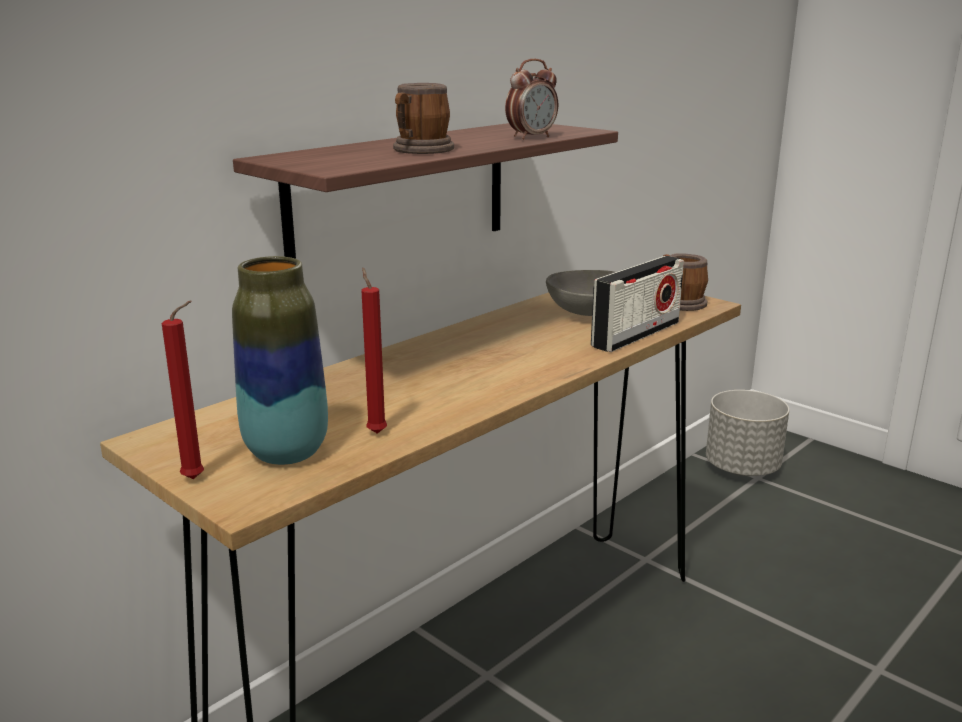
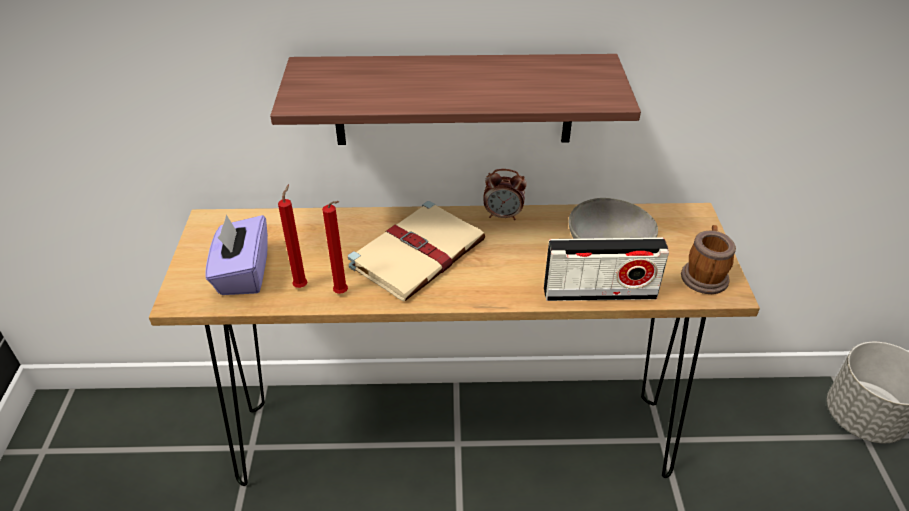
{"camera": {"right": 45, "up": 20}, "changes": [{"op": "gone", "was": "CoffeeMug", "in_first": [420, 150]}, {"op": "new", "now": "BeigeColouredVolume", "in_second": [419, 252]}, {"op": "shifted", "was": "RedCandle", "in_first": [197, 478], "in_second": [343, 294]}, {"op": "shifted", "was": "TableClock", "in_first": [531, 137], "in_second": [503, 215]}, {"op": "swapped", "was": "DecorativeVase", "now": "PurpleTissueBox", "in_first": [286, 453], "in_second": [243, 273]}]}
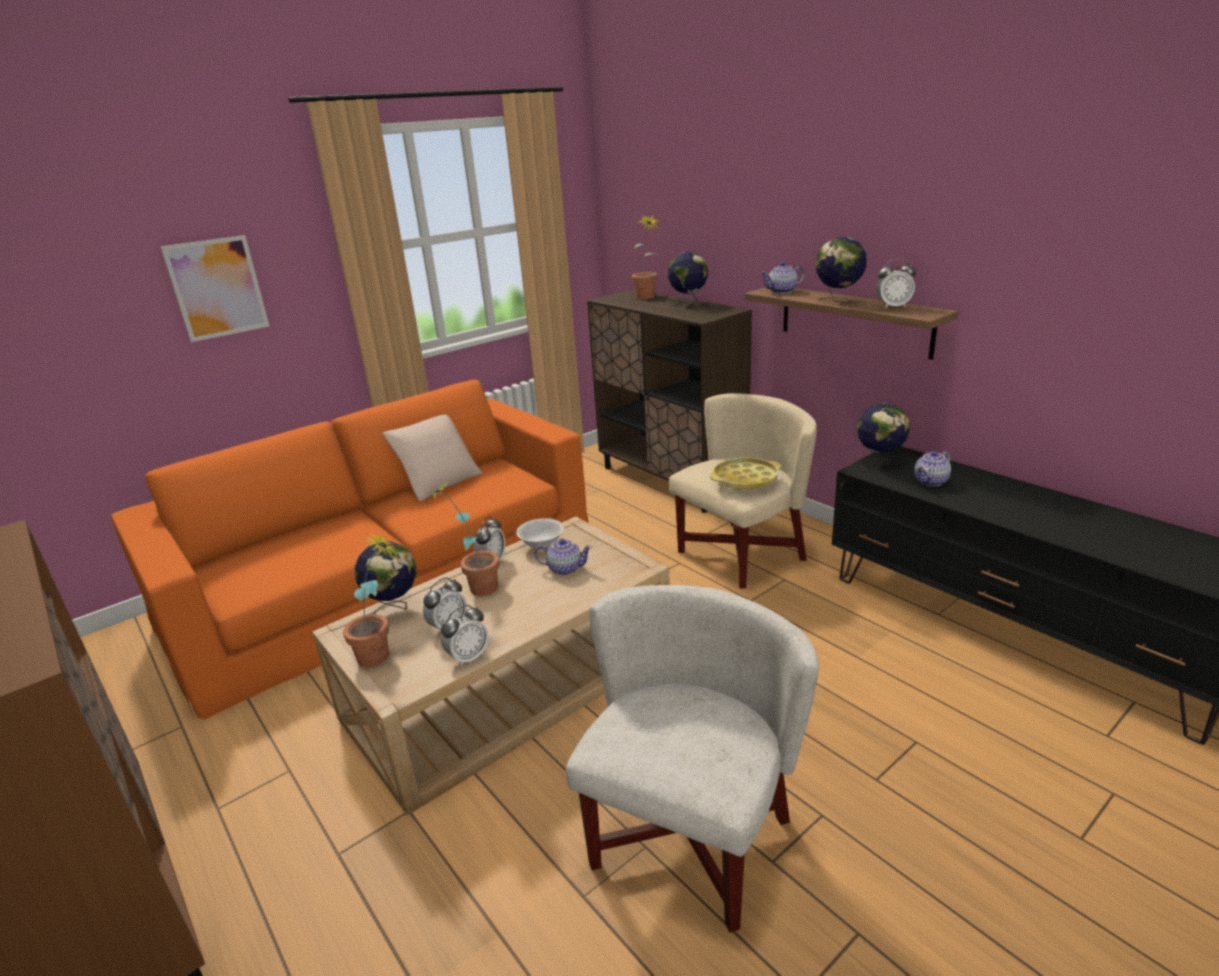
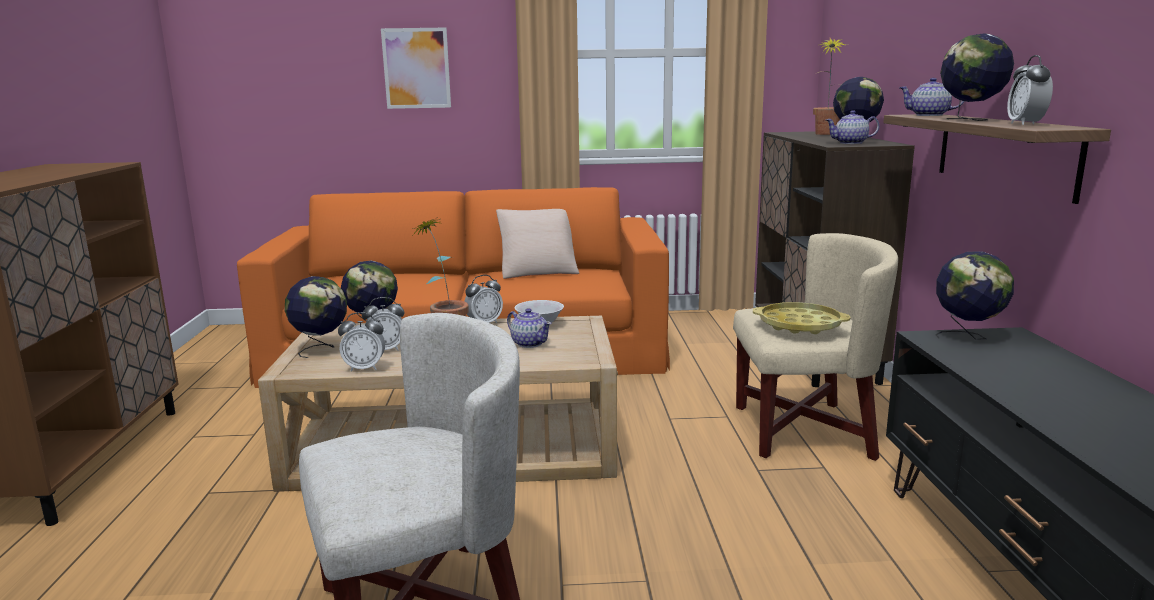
{"camera": {"right": 35, "up": -10}, "changes": [{"op": "shifted", "was": "PotForTea", "in_first": [931, 481], "in_second": [850, 143]}, {"op": "swapped", "was": "Houseplant", "now": "DeskGlobe", "in_first": [384, 655], "in_second": [321, 349]}, {"op": "rotated", "was": "TableClock", "in_first": [893, 307], "in_second": [1025, 124], "clockwise": 60}]}
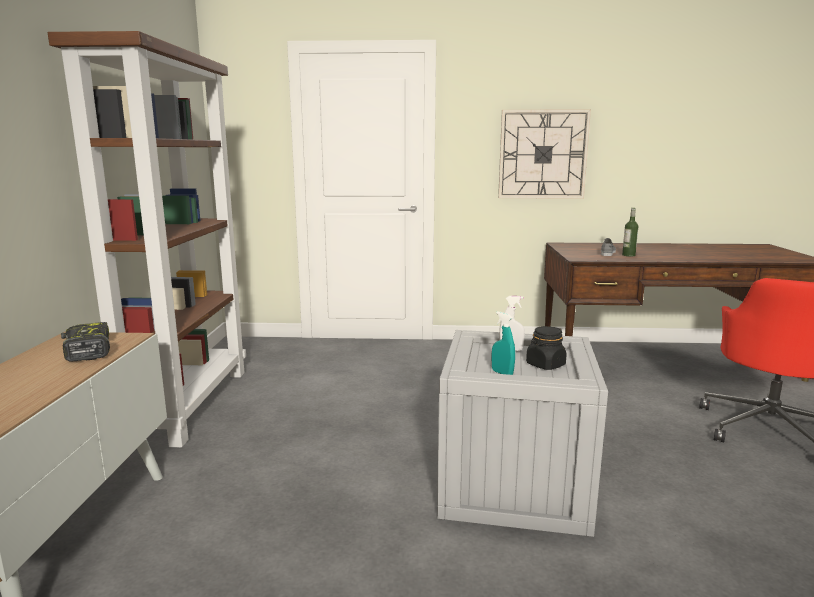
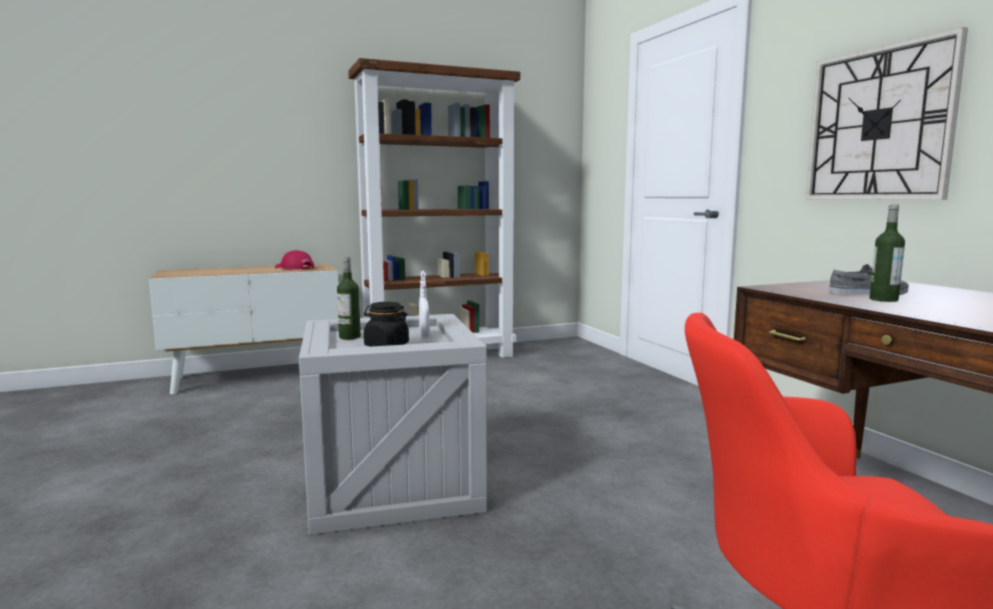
{"camera": {"right": 65, "up": -5}, "changes": [{"op": "swapped", "was": "ElectricDrill", "now": "RedCap", "in_first": [86, 350], "in_second": [294, 268]}, {"op": "swapped", "was": "TurquoiseHandSprayer", "now": "Bottle", "in_first": [502, 373], "in_second": [349, 337]}]}
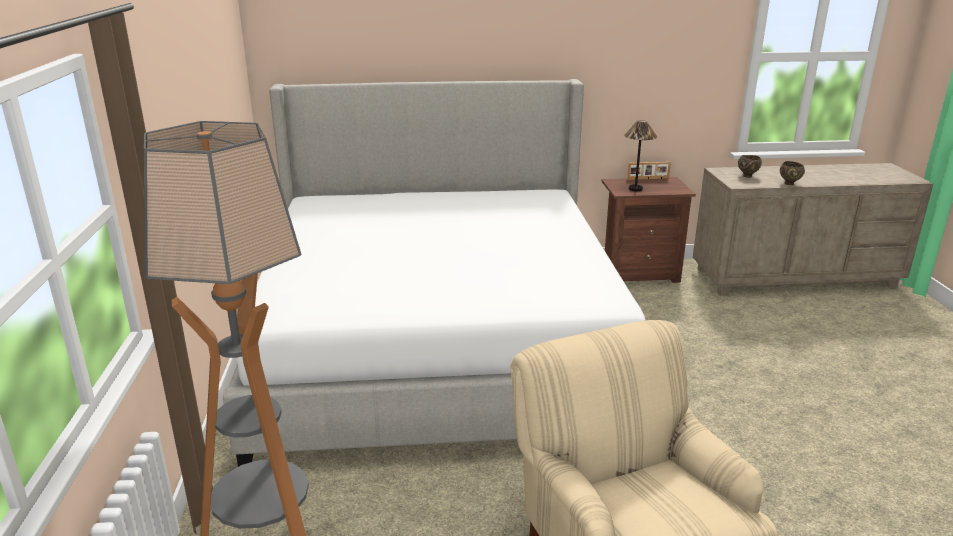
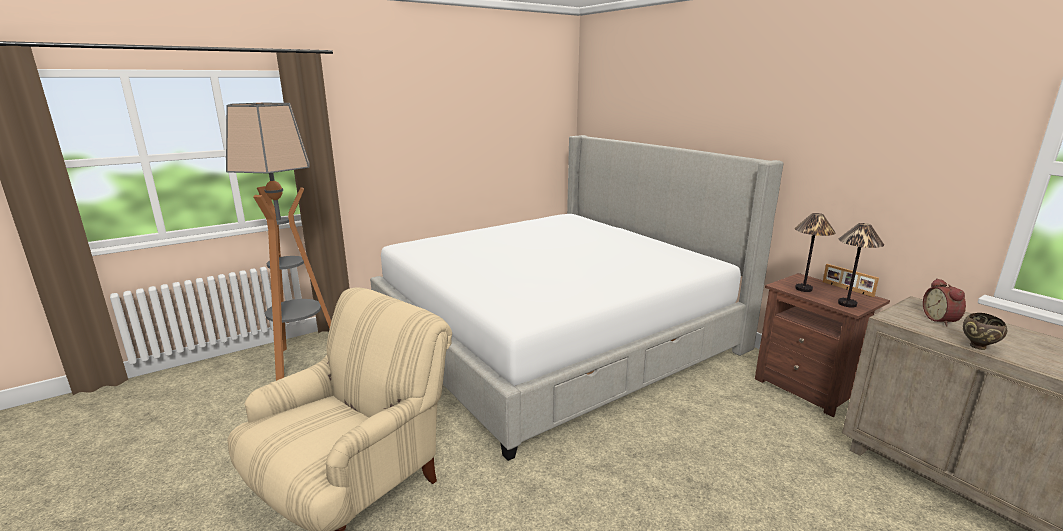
{"camera": {"right": 60, "up": -5}, "changes": [{"op": "new", "now": "TabletopLamp", "in_second": [847, 304]}, {"op": "swapped", "was": "BrownishDeepDish", "now": "TableClock", "in_first": [747, 176], "in_second": [941, 320]}]}
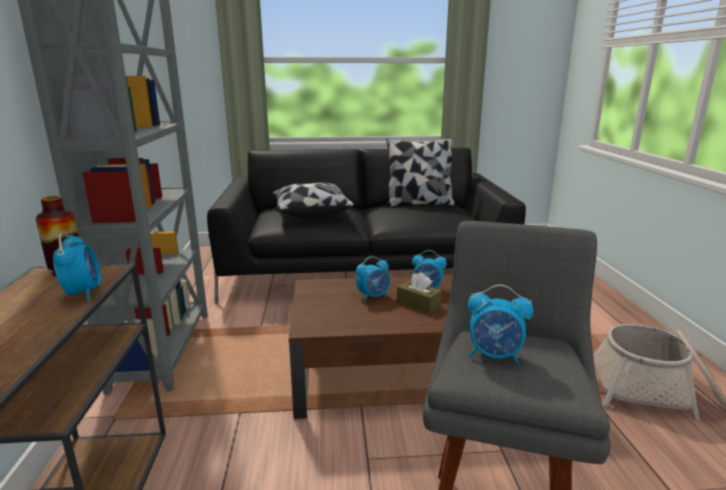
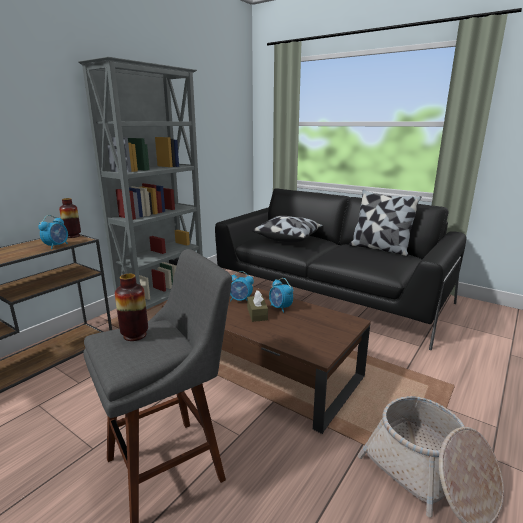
{"camera": {"right": 40, "up": 0}, "changes": [{"op": "swapped", "was": "TableClock", "now": "DecorativeVase", "in_first": [494, 355], "in_second": [135, 335]}]}
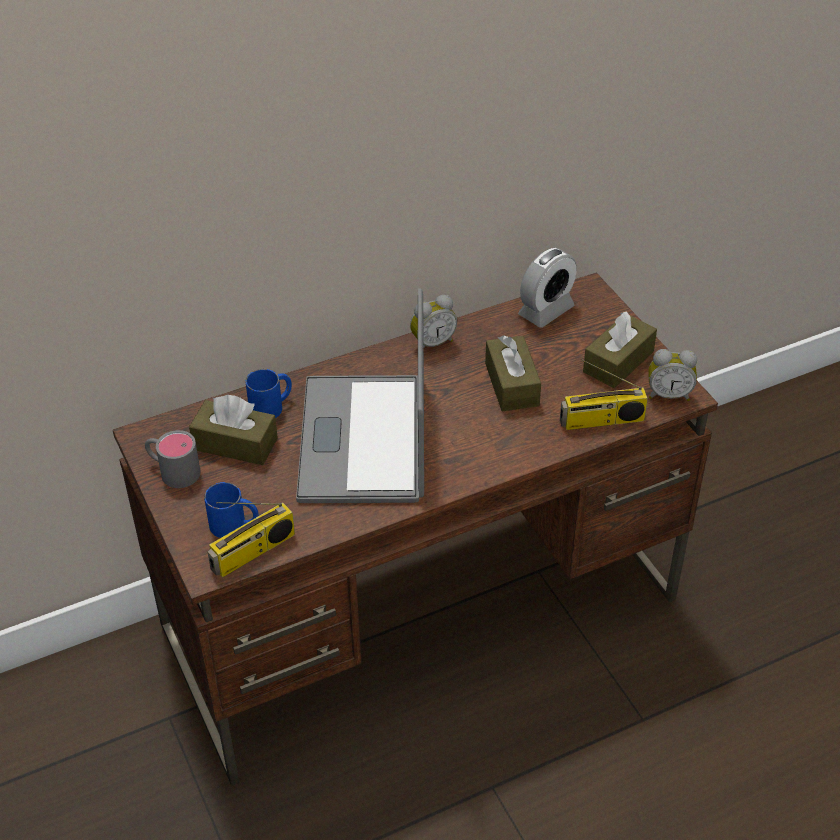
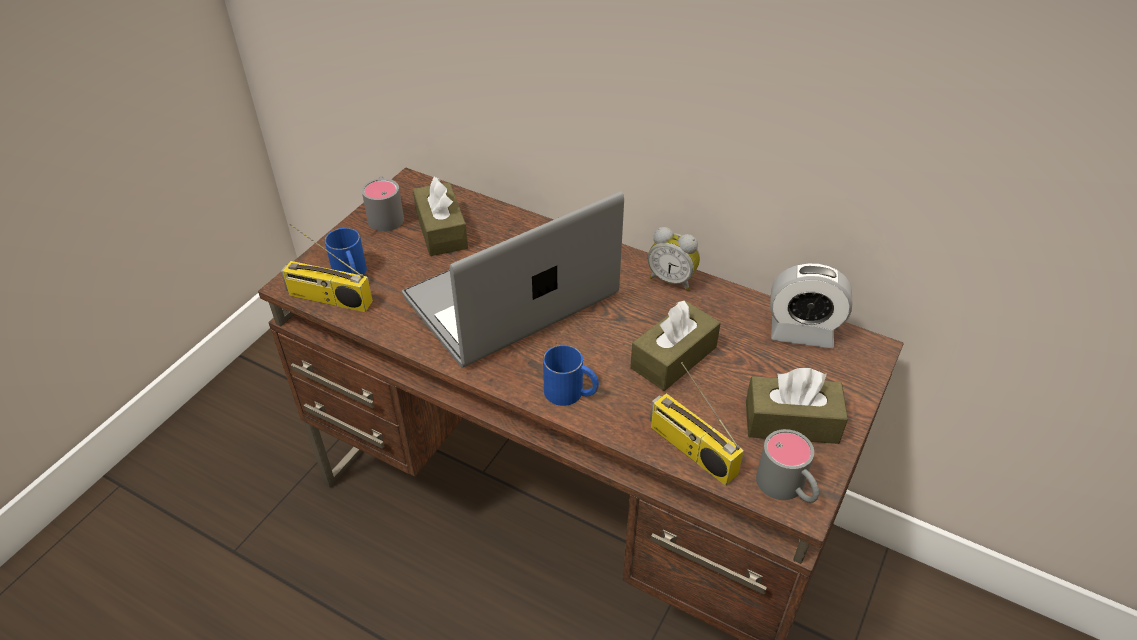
{"camera": {"right": 55, "up": 0}, "changes": [{"op": "shifted", "was": "BlueColouredCoffeeMug", "in_first": [272, 406], "in_second": [571, 393]}, {"op": "swapped", "was": "TableClock", "now": "GreyishCoffeeMug", "in_first": [668, 394], "in_second": [787, 488]}]}
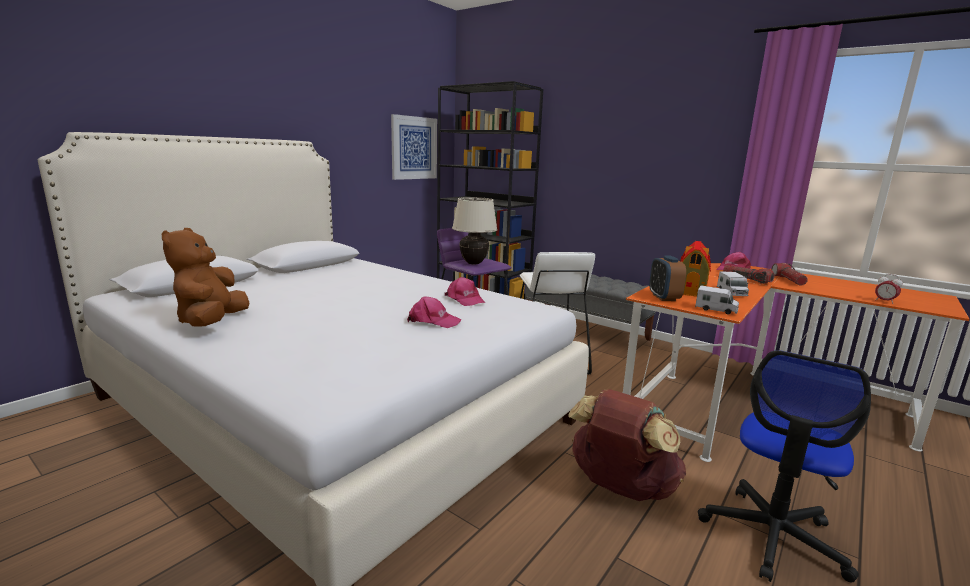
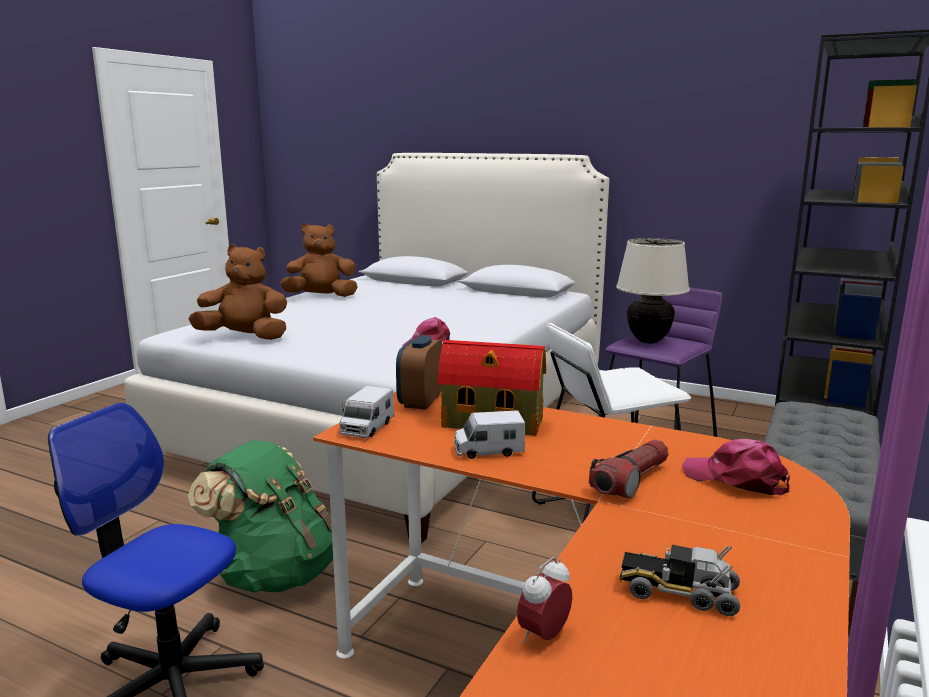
{"camera": {"right": 80, "up": 0}, "changes": [{"op": "gone", "was": "Picture", "in_first": [414, 148]}, {"op": "gone", "was": "PinkCap", "in_first": [433, 321]}, {"op": "gone", "was": "Torch", "in_first": [788, 280]}, {"op": "new", "now": "BrownishCuddlyToy", "in_second": [245, 338]}, {"op": "new", "now": "ToyTruck", "in_second": [678, 593]}, {"op": "repainted", "was": "BrownishKnapsack", "now": "GreenKnapsack", "in_first": [620, 488], "in_second": [275, 574]}, {"op": "rotated", "was": "TableClock", "in_first": [664, 297], "in_second": [420, 402], "clockwise": -60}]}
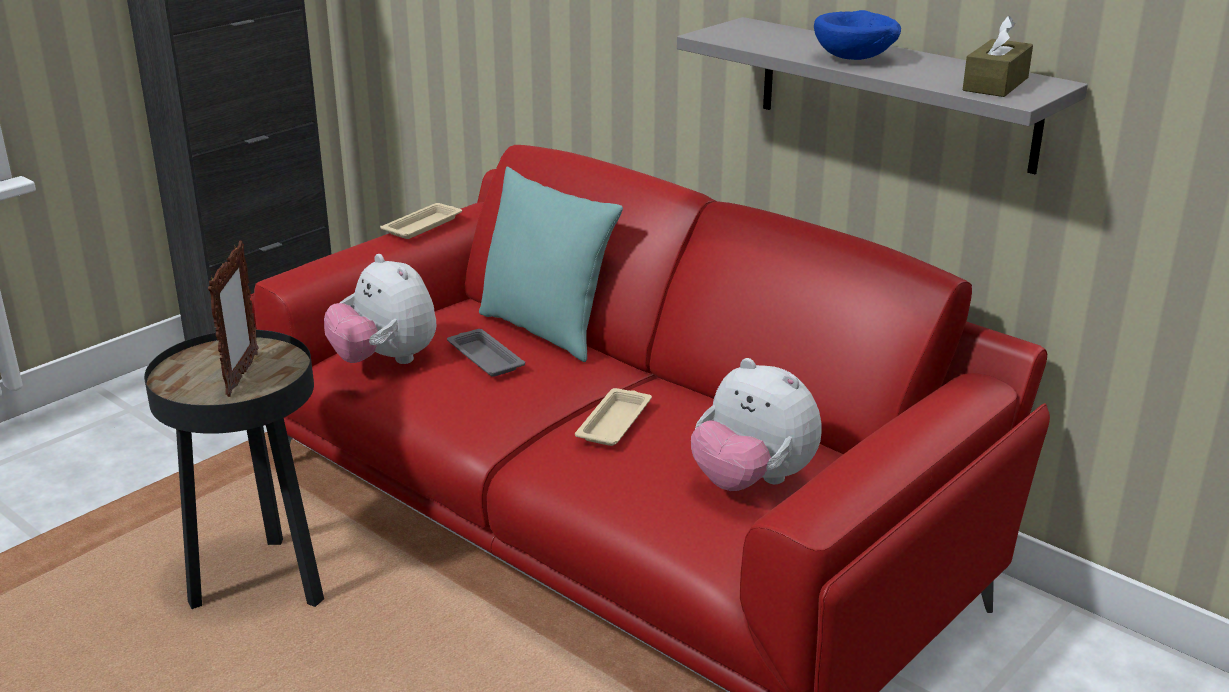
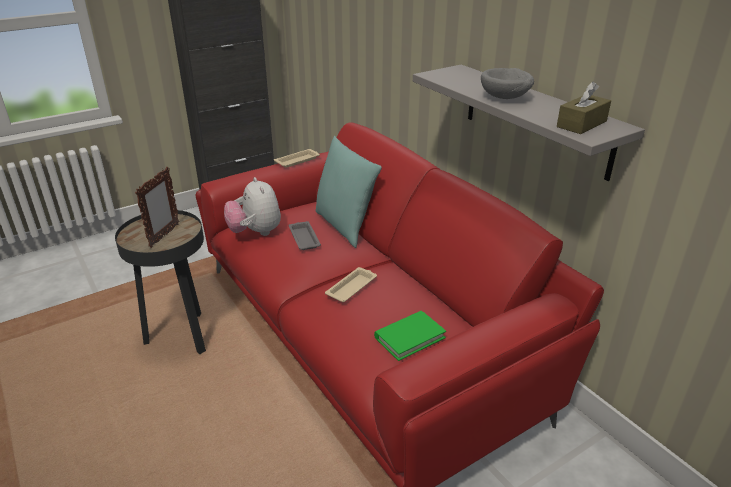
{"camera": {"right": 15, "up": 5}, "changes": [{"op": "swapped", "was": "CuddlyToy", "now": "GreenVolume", "in_first": [752, 481], "in_second": [409, 337]}, {"op": "repainted", "was": "BlueColouredDeepDish", "now": "GreyishDeepDish", "in_first": [856, 59], "in_second": [505, 98]}]}
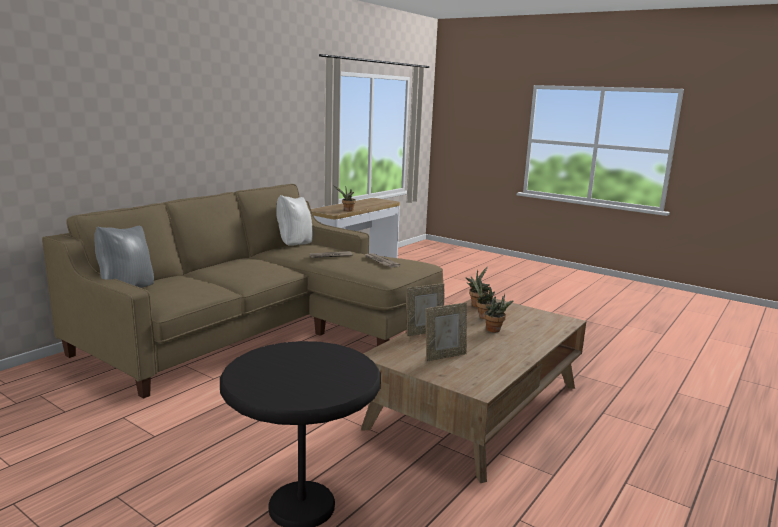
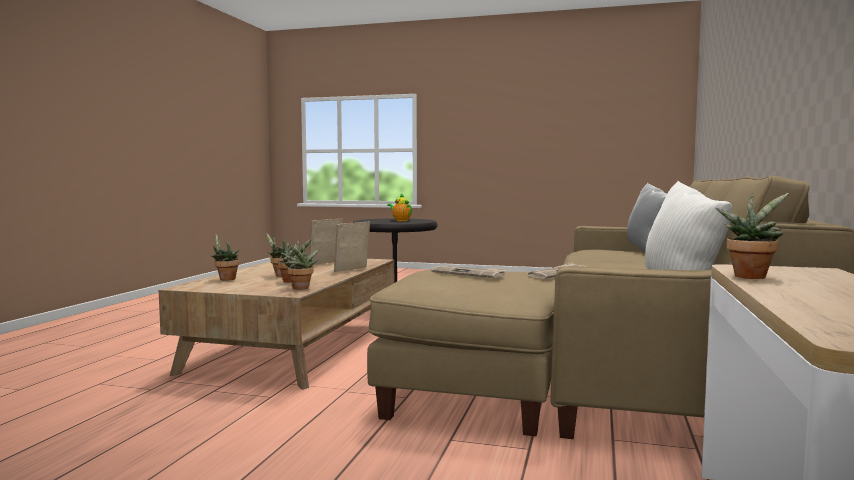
{"camera": {"right": 160, "up": -10}, "changes": [{"op": "new", "now": "Houseplant", "in_second": [225, 279]}, {"op": "new", "now": "PotForTea", "in_second": [400, 220]}]}
